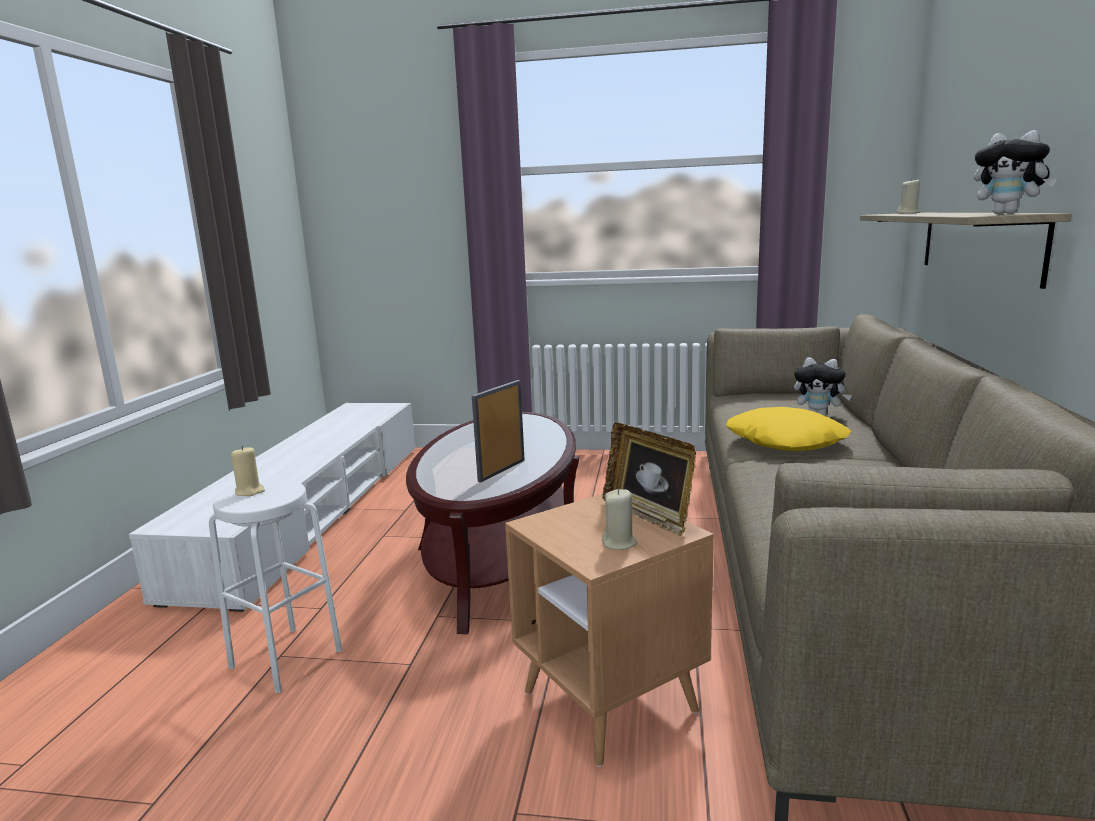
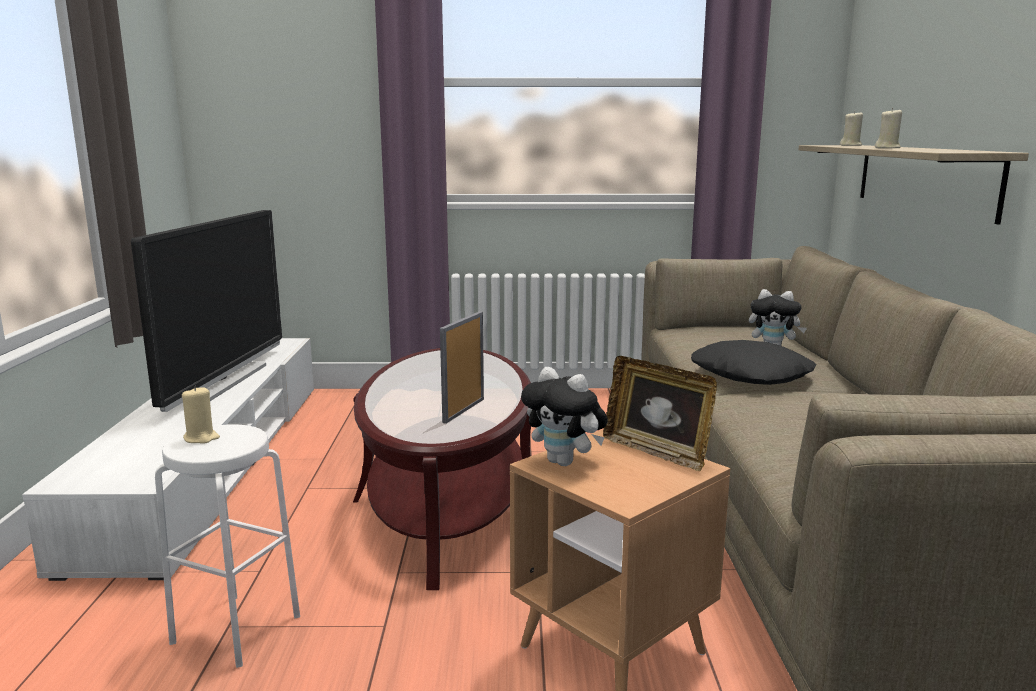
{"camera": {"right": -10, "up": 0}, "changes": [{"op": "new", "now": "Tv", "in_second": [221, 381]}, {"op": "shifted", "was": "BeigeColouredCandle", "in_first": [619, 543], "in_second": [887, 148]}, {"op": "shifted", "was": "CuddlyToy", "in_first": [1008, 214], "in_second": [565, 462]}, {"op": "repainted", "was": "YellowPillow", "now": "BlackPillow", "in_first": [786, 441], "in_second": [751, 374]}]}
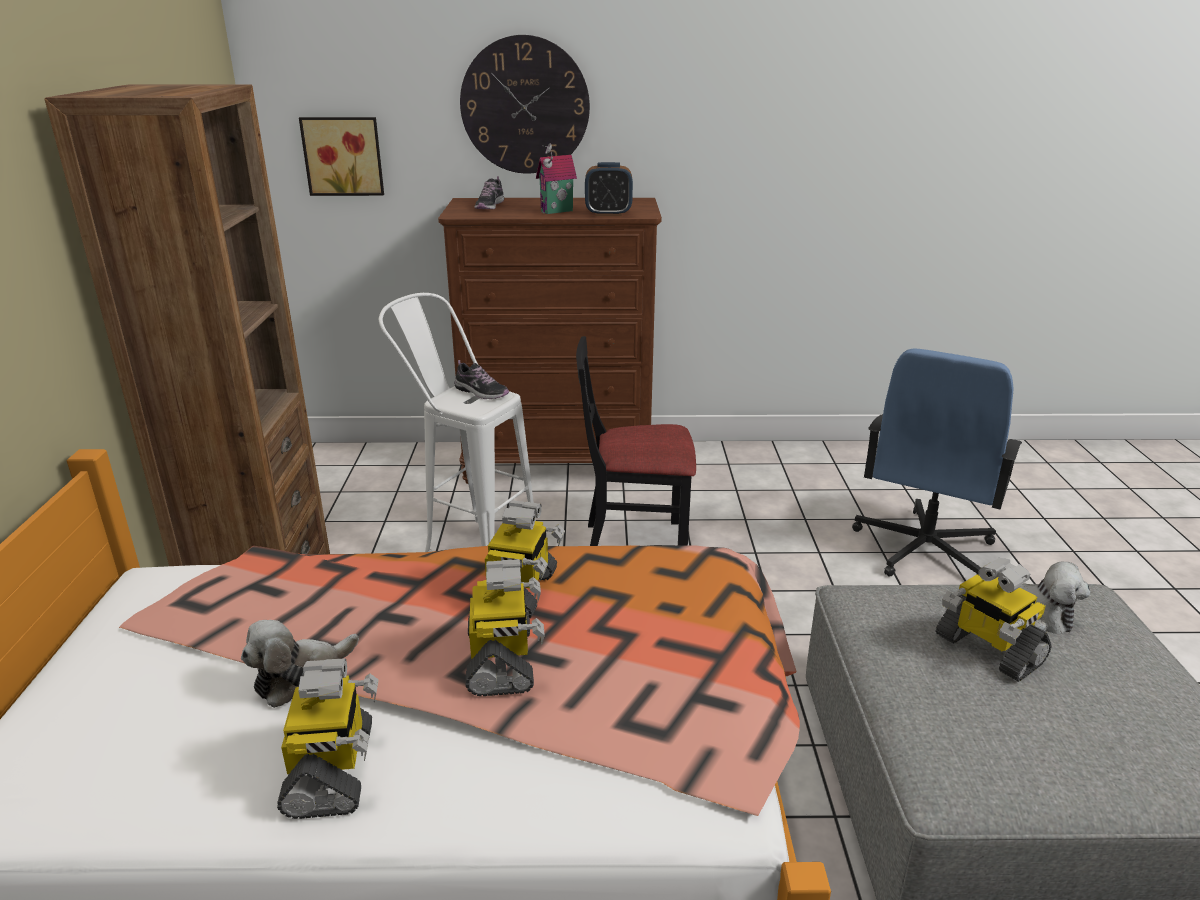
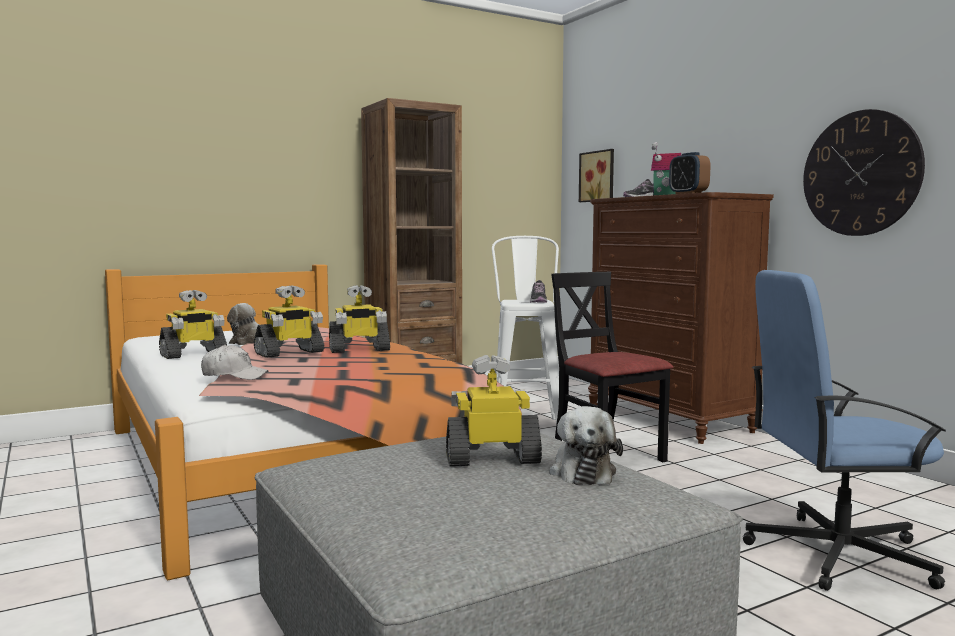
{"camera": {"right": 60, "up": -20}, "changes": [{"op": "new", "now": "WhiteCap", "in_second": [234, 376]}, {"op": "shifted", "was": "ClockOnTheWall", "in_first": [525, 106], "in_second": [860, 173]}, {"op": "rotated", "was": "ModelRobot", "in_first": [987, 649], "in_second": [492, 459], "clockwise": 60}]}
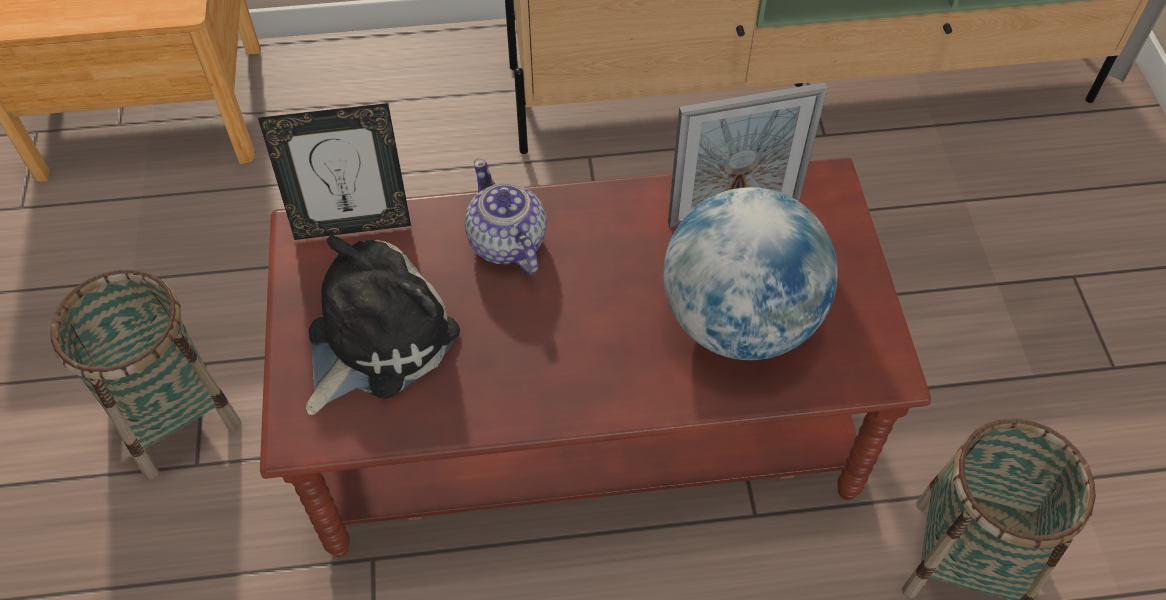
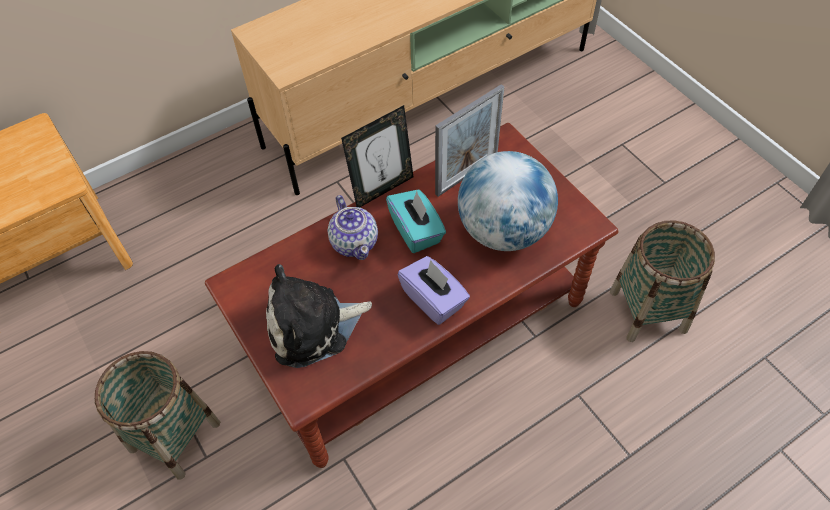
{"camera": {"right": -25, "up": 0}, "changes": [{"op": "new", "now": "TurquoiseTissueBox", "in_second": [416, 231]}, {"op": "new", "now": "PurpleTissueBox", "in_second": [433, 299]}, {"op": "shifted", "was": "StandingFrame", "in_first": [352, 225], "in_second": [382, 189]}, {"op": "rotated", "was": "CuddlyToy", "in_first": [375, 339], "in_second": [313, 326], "clockwise": -120}, {"op": "rotated", "was": "PotForTea", "in_first": [506, 243], "in_second": [354, 242], "clockwise": -150}]}
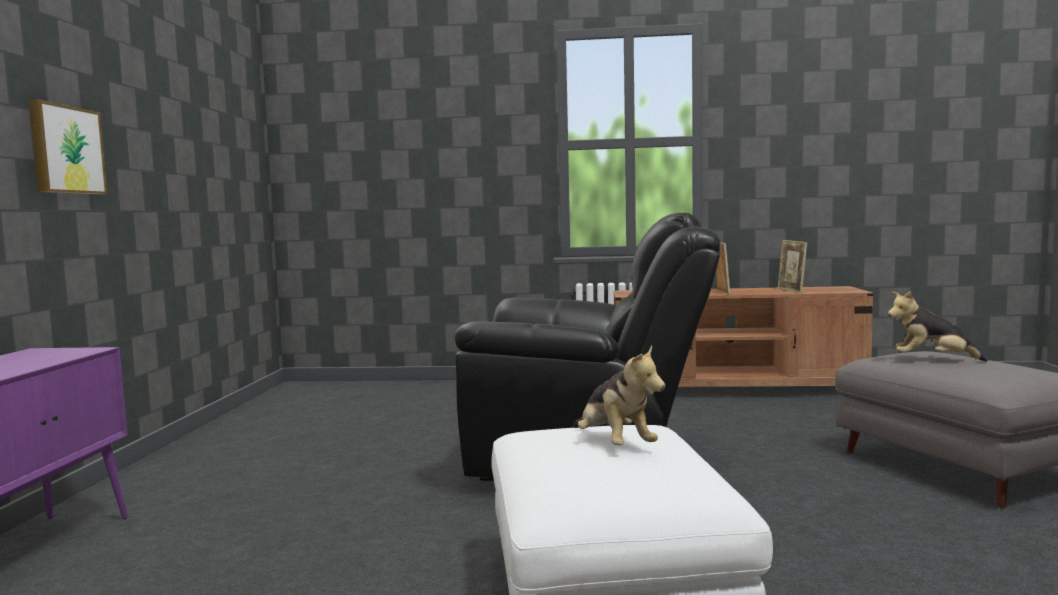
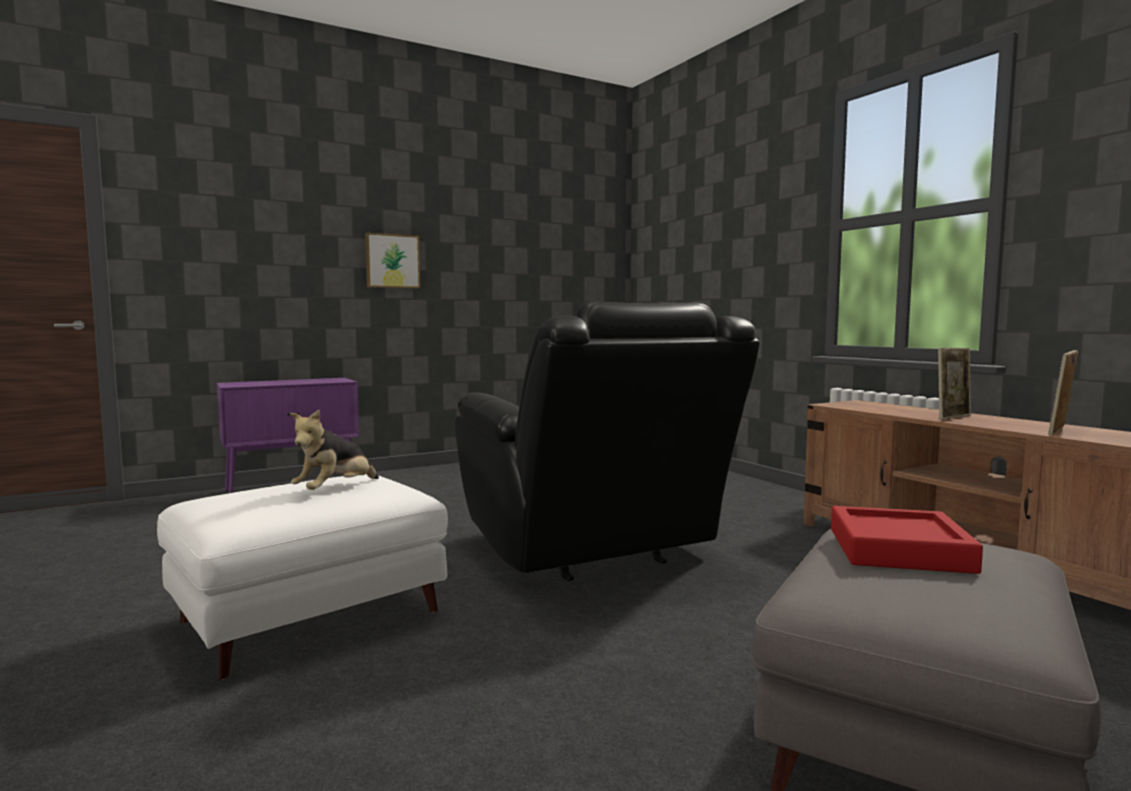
{"camera": {"right": 55, "up": 0}, "changes": [{"op": "swapped", "was": "CuddlyToy", "now": "RedCarryingTray", "in_first": [932, 360], "in_second": [898, 550]}]}
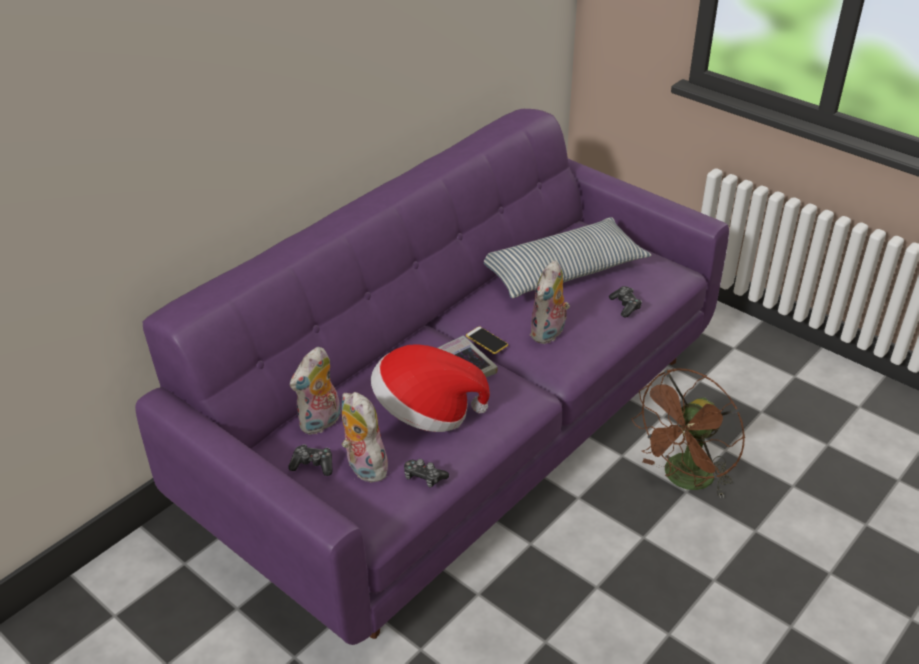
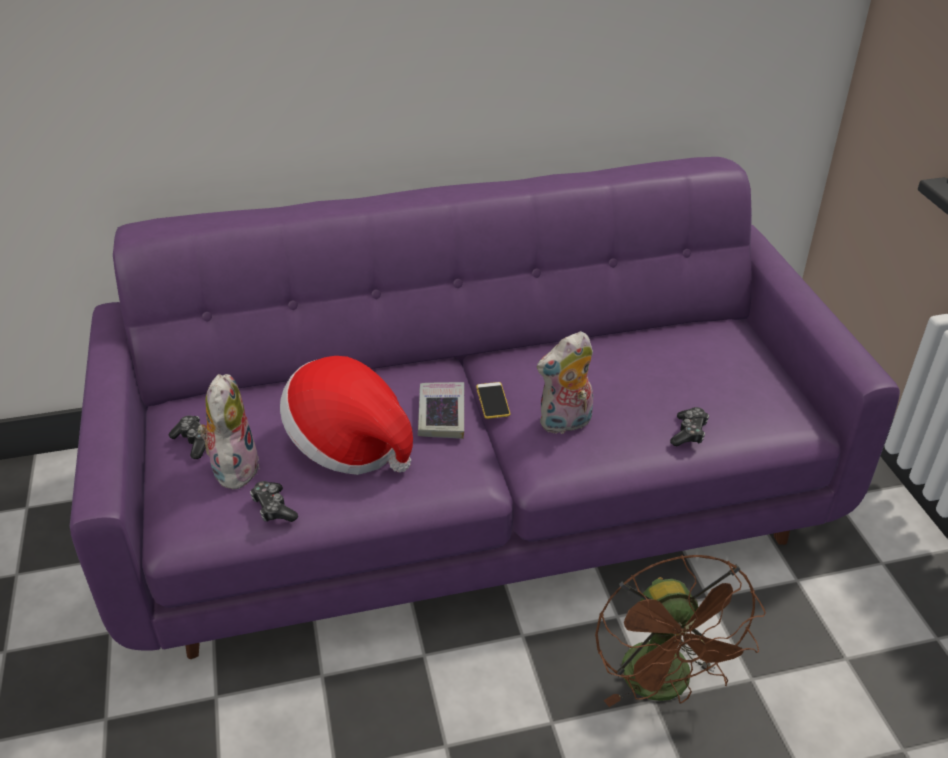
{"camera": {"right": 35, "up": 0}, "changes": [{"op": "gone", "was": "CuddlyToy", "in_first": [321, 423]}, {"op": "gone", "was": "Pillow", "in_first": [562, 271]}, {"op": "rotated", "was": "BrownishElectricFan", "in_first": [684, 480], "in_second": [664, 686], "clockwise": -90}]}
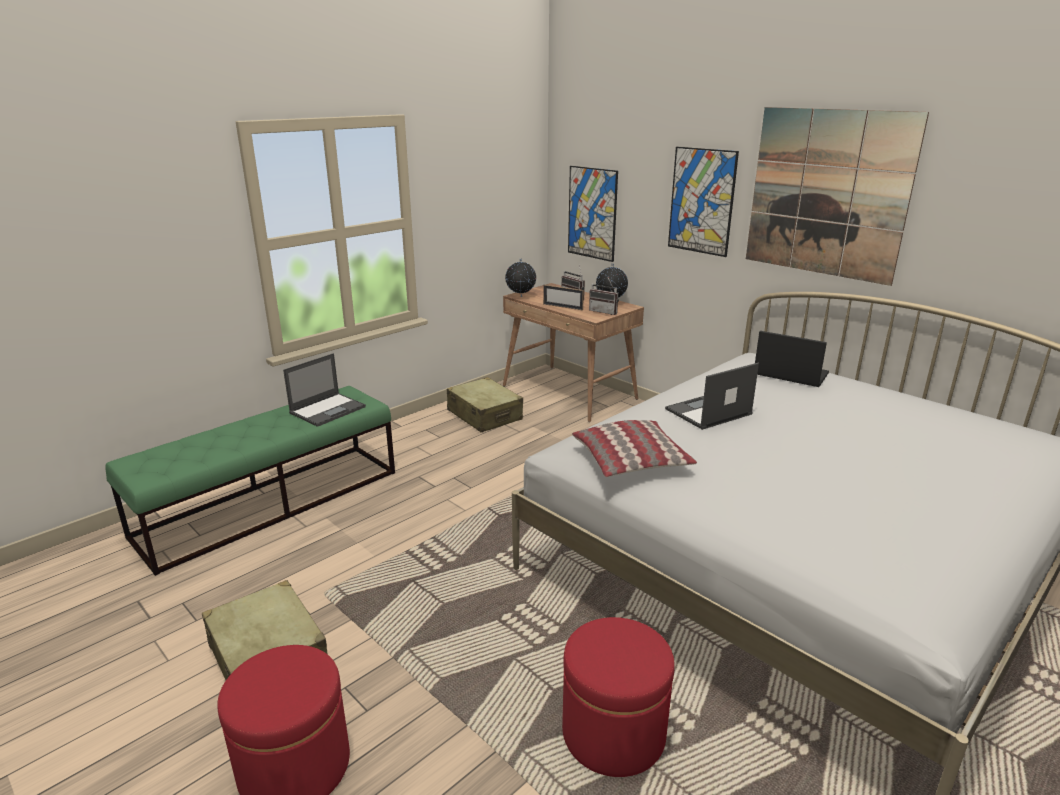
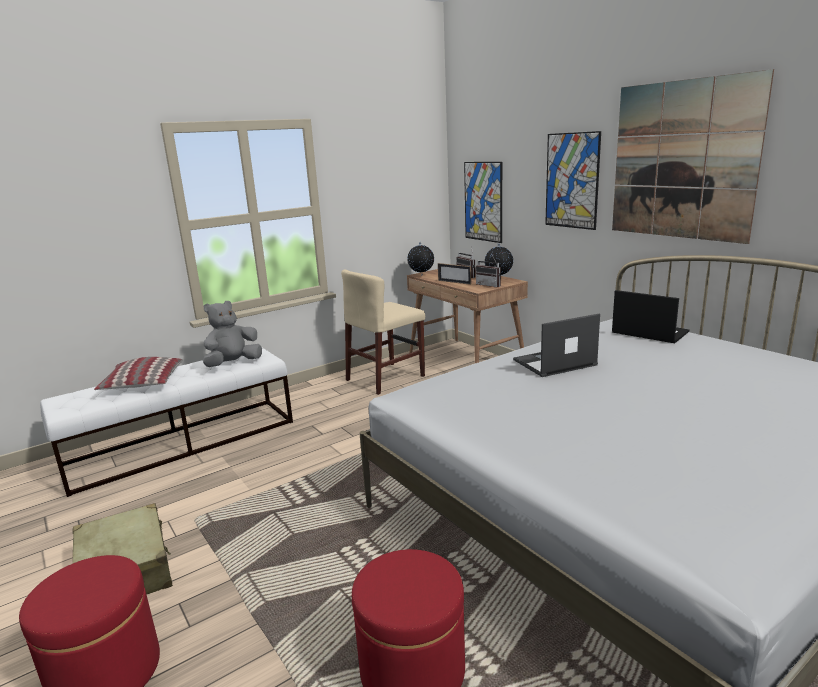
{"camera": {"right": 10, "up": -5}, "changes": [{"op": "shifted", "was": "Pillow", "in_first": [632, 461], "in_second": [143, 384]}, {"op": "swapped", "was": "PortableComputer", "now": "GreyishCuddlyToy", "in_first": [328, 409], "in_second": [233, 363]}, {"op": "swapped", "was": "BeigeColouredPieceOfLuggage", "now": "BeigeColouredPlainChair", "in_first": [484, 415], "in_second": [385, 378]}, {"op": "repainted", "was": "GreenLongSeat", "now": "WhiteLongSeat", "in_first": [271, 503], "in_second": [182, 442]}]}
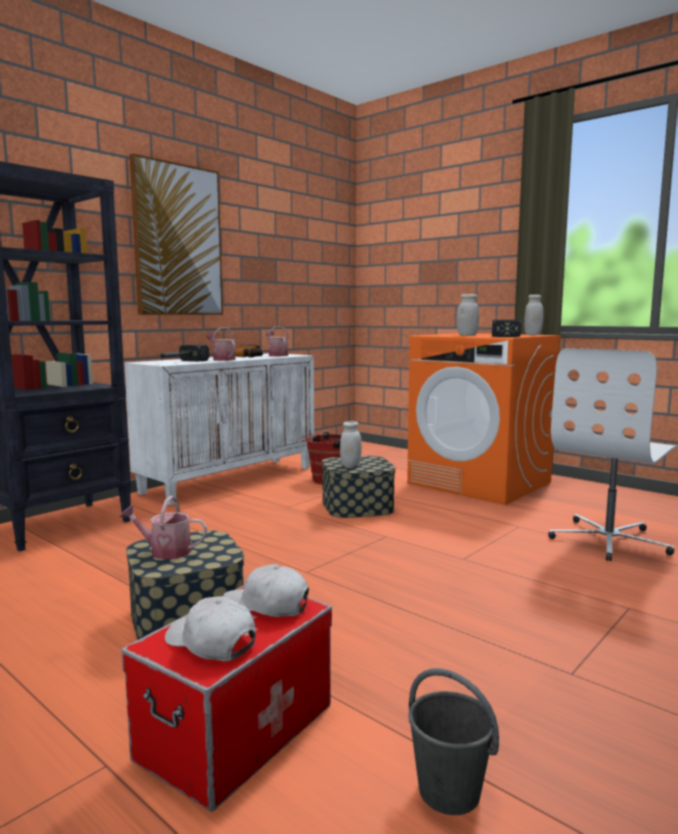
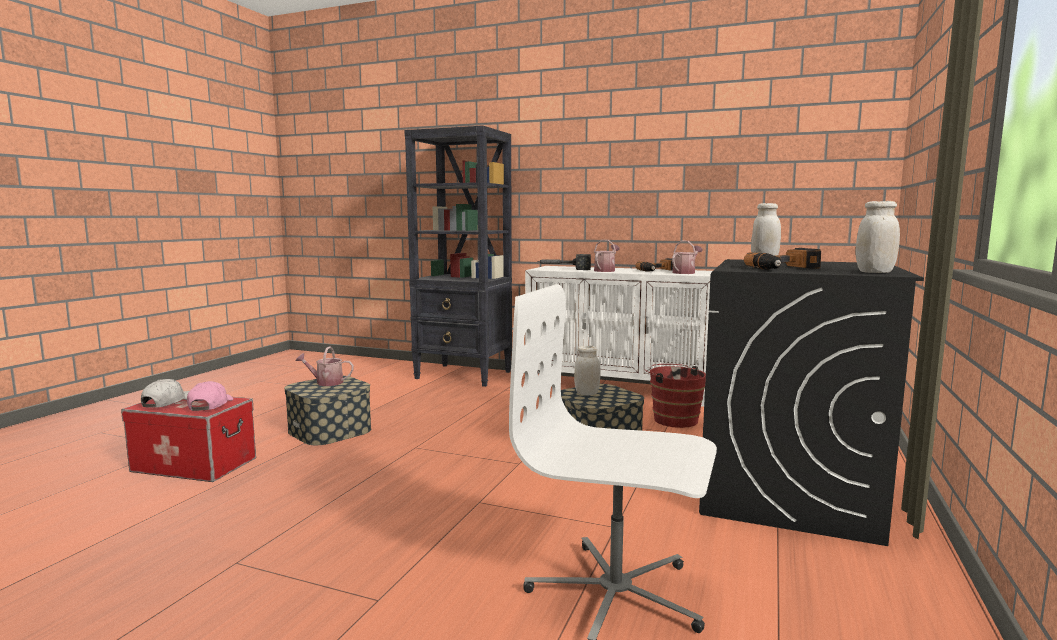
{"camera": {"right": 70, "up": 0}, "changes": [{"op": "gone", "was": "Picture", "in_first": [178, 241]}, {"op": "gone", "was": "GreyishWaterBucket", "in_first": [448, 791]}, {"op": "swapped", "was": "ToolHammer", "now": "ElectricDrill", "in_first": [503, 335], "in_second": [785, 268]}, {"op": "repainted", "was": "WhiteCap", "now": "PinkCap", "in_first": [266, 606], "in_second": [210, 405]}, {"op": "repainted", "was": "OrangeyWashingMachine", "now": "BlackWashingMachine", "in_first": [480, 483], "in_second": [787, 492]}, {"op": "rotated", "was": "SprinklingCan", "in_first": [165, 551], "in_second": [326, 382], "clockwise": -75}]}
